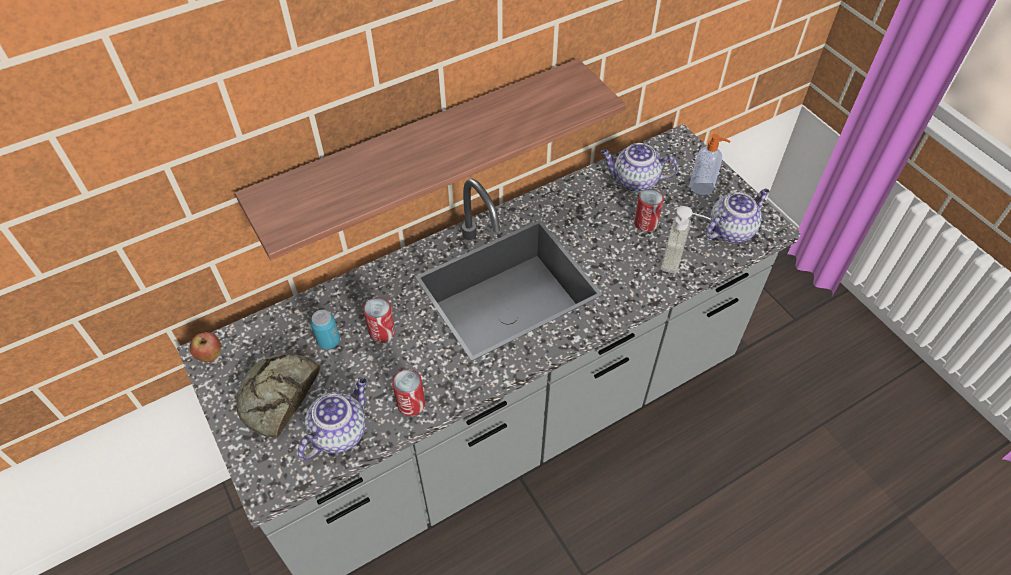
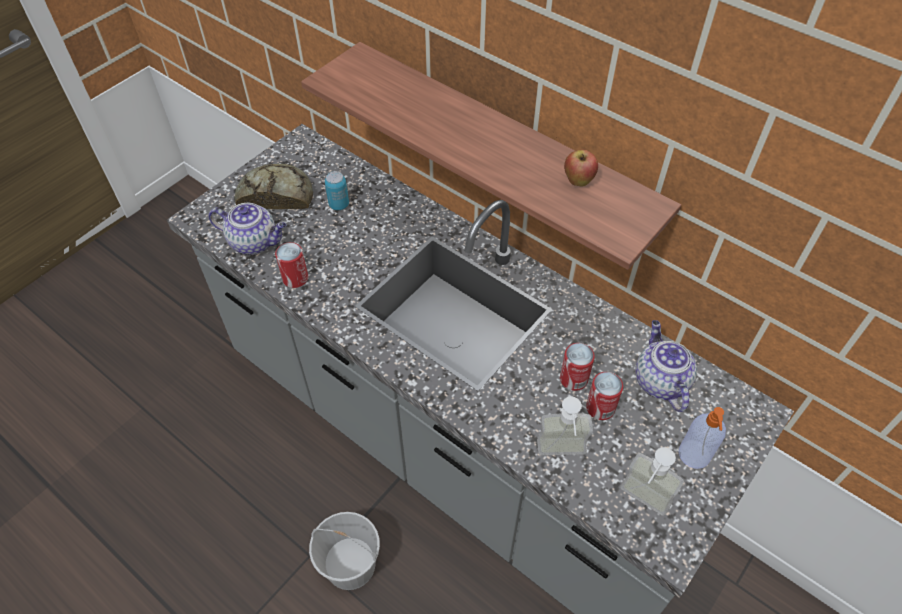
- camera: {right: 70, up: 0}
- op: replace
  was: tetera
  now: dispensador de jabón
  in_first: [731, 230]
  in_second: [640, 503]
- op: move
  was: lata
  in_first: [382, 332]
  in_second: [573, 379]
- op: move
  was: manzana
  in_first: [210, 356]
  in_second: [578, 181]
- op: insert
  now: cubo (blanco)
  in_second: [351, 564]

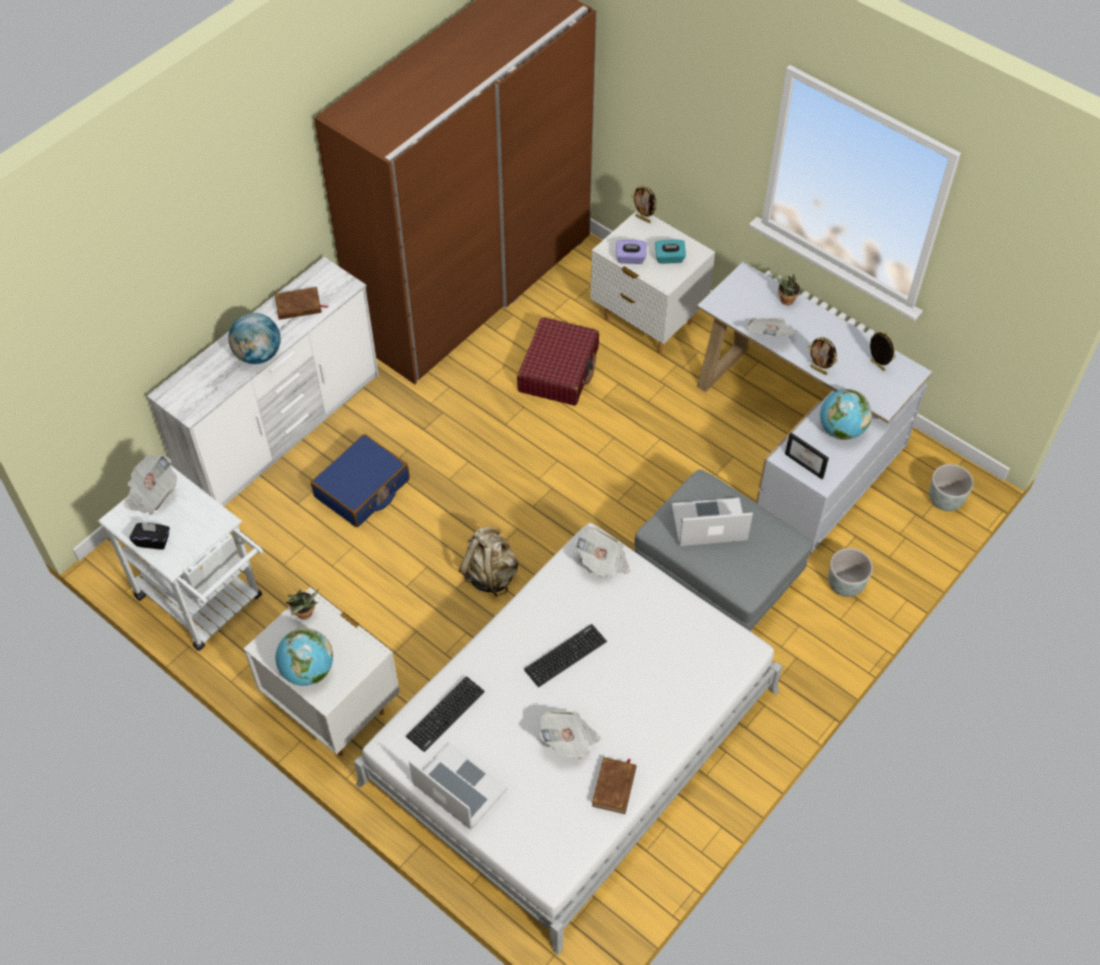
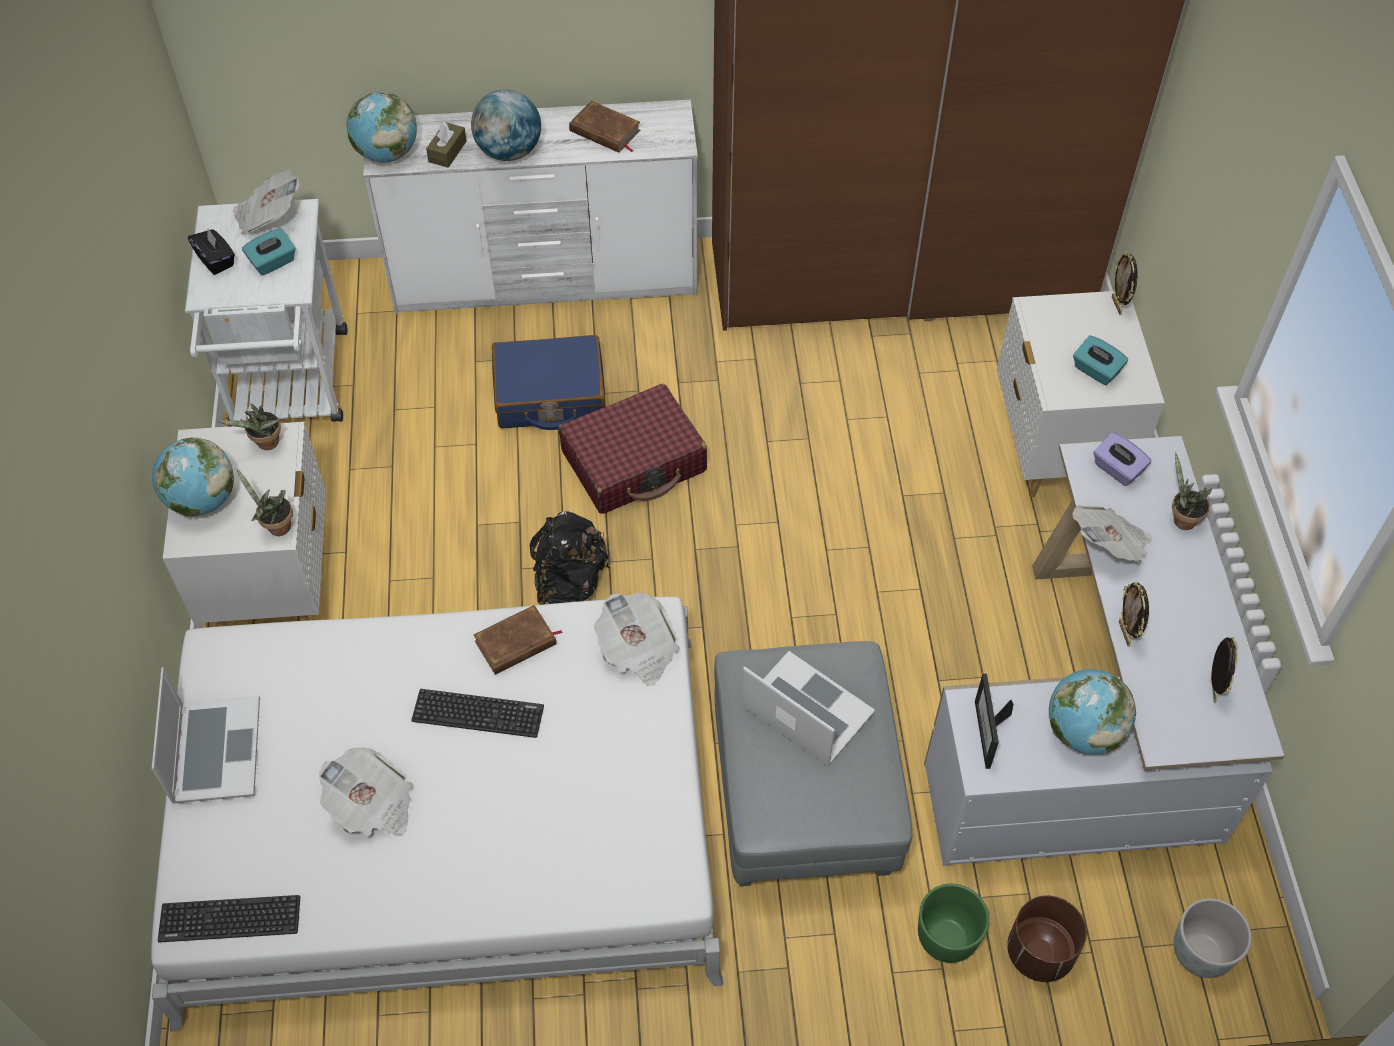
- camera: {right: 45, up: 0}
- op: move
  was: caja de pañuelos (morado)
  in_first: [630, 259]
  in_second: [1117, 469]
- op: move
  was: maleta (rojo)
  in_first: [559, 370]
  in_second: [634, 462]
- op: recolor
  was: mochila (beis)
  now: mochila (negro)
  in_first: [490, 574]
  in_second: [569, 582]
- op: recolor
  was: maceta (gris)
  now: maceta (verde)
  in_first: [846, 585]
  in_second: [947, 939]
- op: move
  was: teclado
  in_first: [445, 714]
  in_second: [230, 919]
- op: move
  was: libro (marrón)
  in_first: [614, 787]
  in_second: [516, 643]
- op: insert
  now: globo terráqueo
  in_second: [387, 153]
- op: insert
  now: caja de pañuelos (marrón)
  in_second: [447, 151]
- op: insert
  now: caja de pañuelos (turquesa)
  in_second: [273, 262]
- op: insert
  now: planta en maceta
  in_second: [276, 527]
- op: insert
  now: maceta (marrón)
  in_second: [1040, 953]

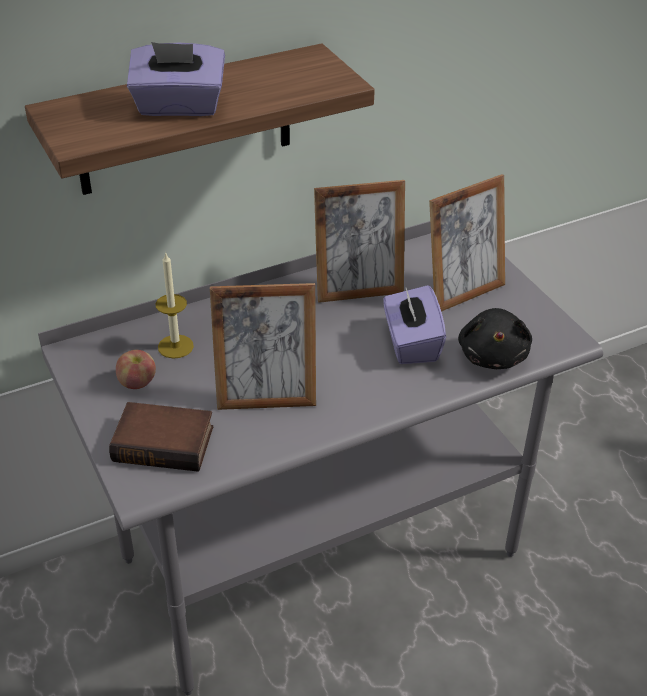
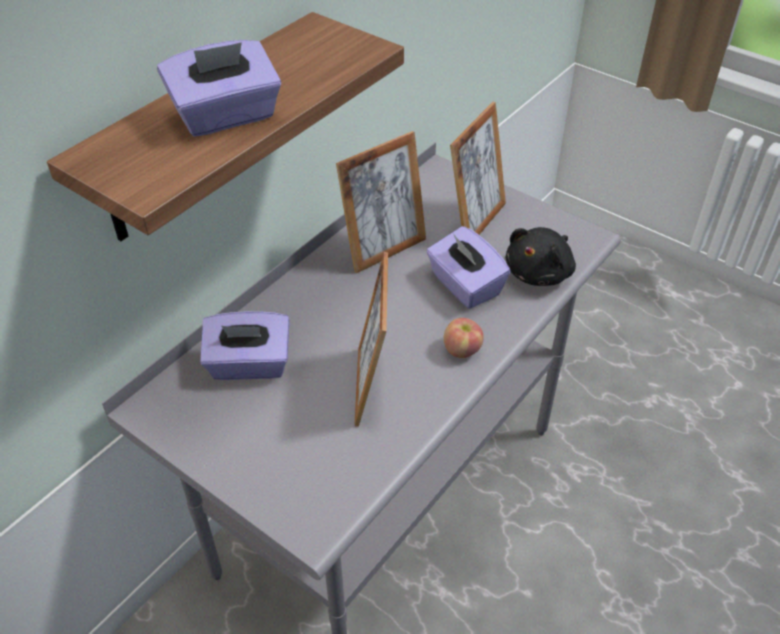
- camera: {right: -25, up: 5}
- op: replace
  was: vela
  now: caja de pañuelos (morado)
  in_first: [175, 346]
  in_second: [249, 365]
- op: rotate
  was: portarretratos
  in_first: [266, 397]
  in_second: [372, 386]
  clockwise: 120
- op: rotate
  was: peluche (negro)
  in_first: [493, 355]
  in_second: [540, 273]
  clockwise: 60
- op: move
  was: manzana
  in_first: [137, 383]
  in_second: [462, 350]
- op: delete
  was: libro
  in_first: [165, 442]

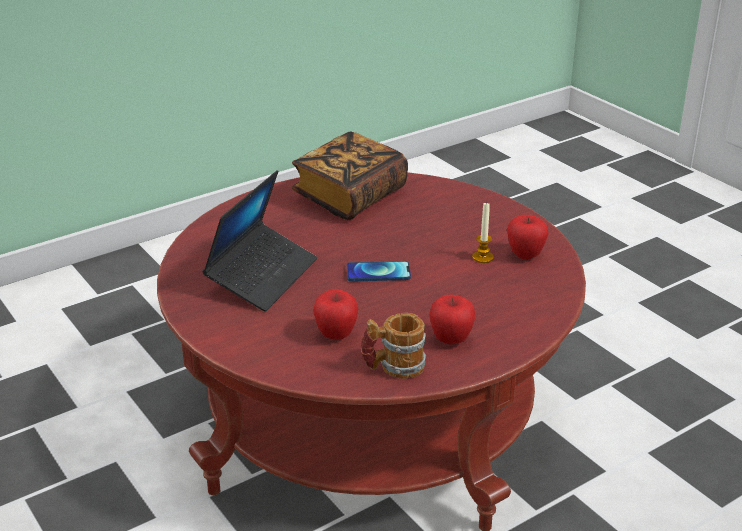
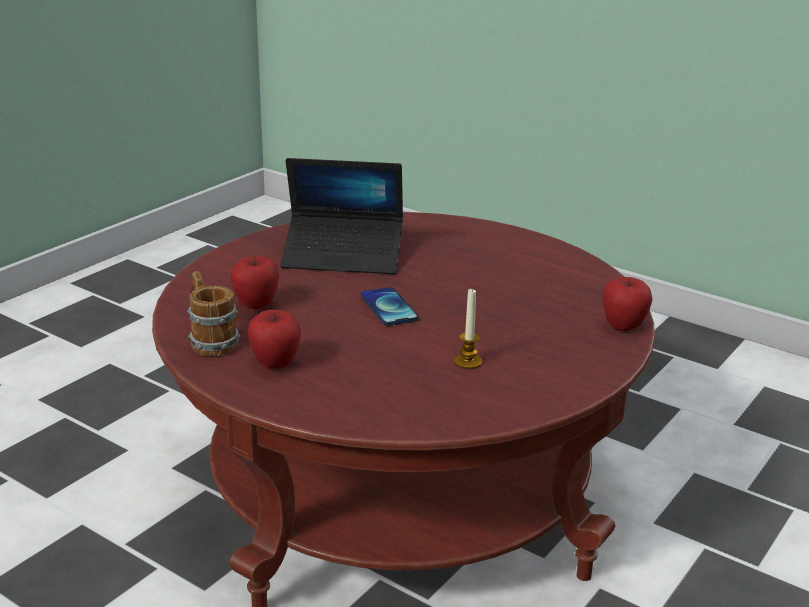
- camera: {right: 70, up: -5}
- op: delete
  was: libro
  in_first: [350, 196]
- op: move
  was: manzana
  in_first: [525, 255]
  in_second: [623, 327]

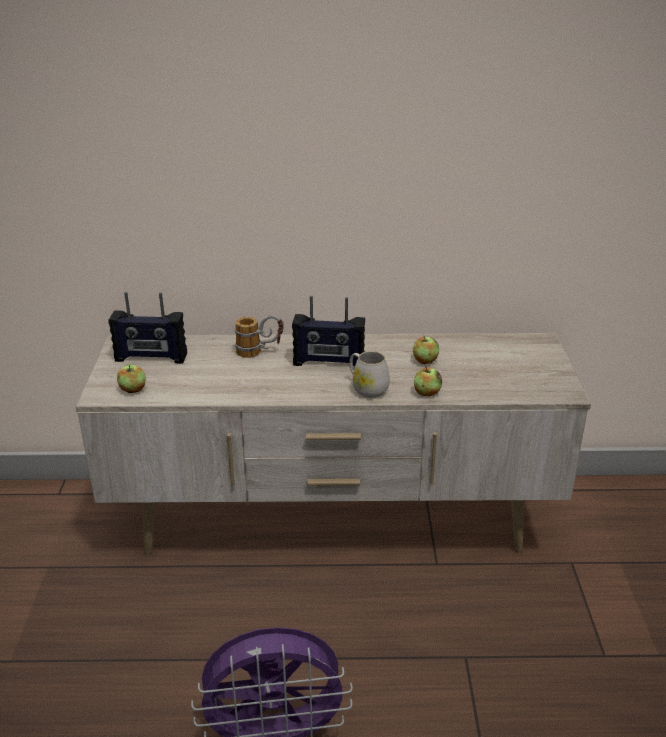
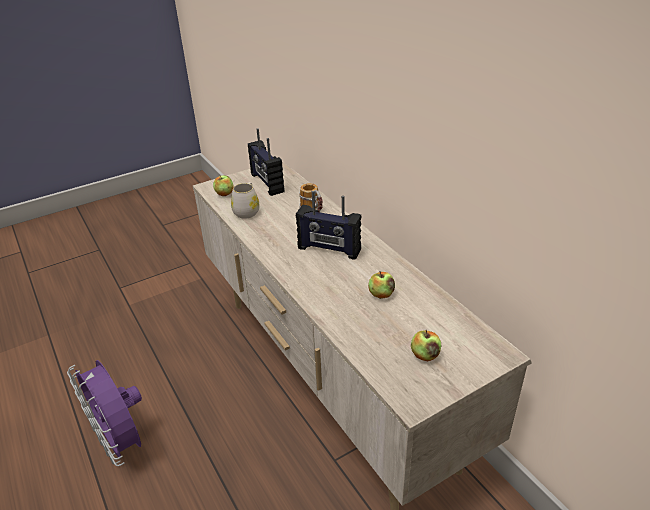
- camera: {right: 60, up: 5}
- op: rotate
  was: radio
  in_first: [329, 363]
  in_second: [329, 249]
  clockwise: -45
- op: move
  was: taza grande (blanco)
  in_first: [367, 388]
  in_second: [247, 211]
- op: move
  was: manzana
  in_first: [427, 392]
  in_second: [425, 355]

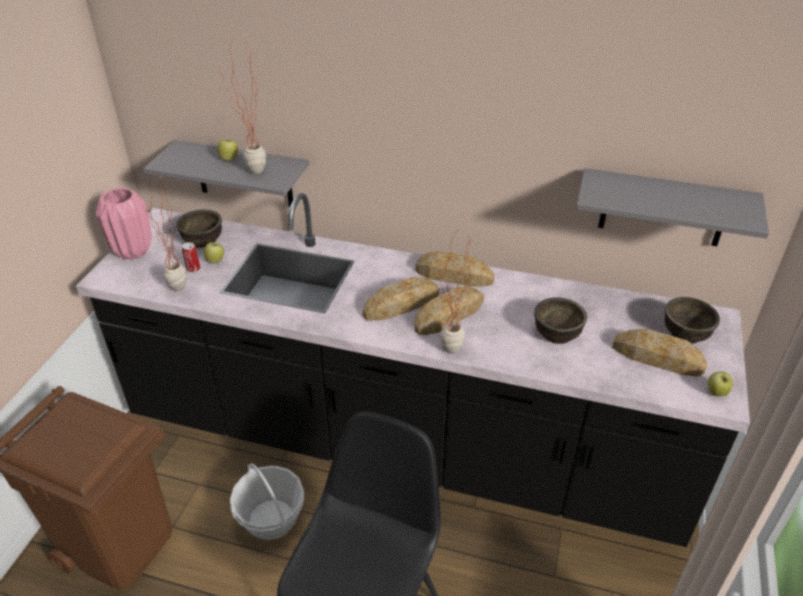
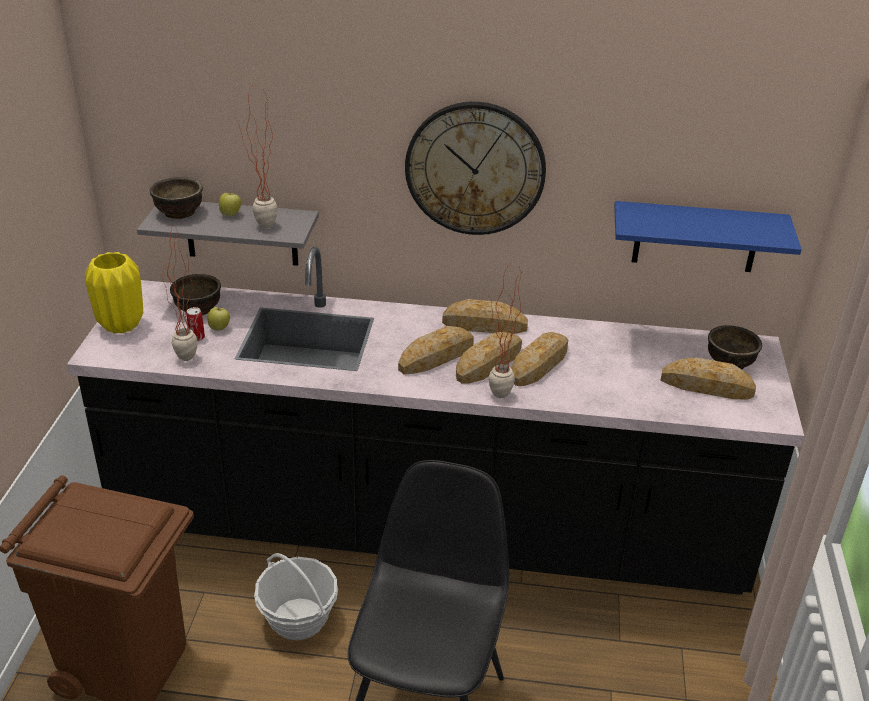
- camera: {right: -10, up: -5}
- op: recolor
  was: estante (gris)
  now: estante (azul)
  in_first: [663, 208]
  in_second: [696, 237]
- op: recolor
  was: florero (rosa)
  now: florero (amarillo)
  in_first: [133, 251]
  in_second: [121, 324]
- op: move
  was: cuenco (marrón)
  in_first: [557, 334]
  in_second: [179, 212]
- op: delete
  was: manzana
  in_first: [716, 393]
- op: insert
  now: reloj de pared
  in_second: [475, 168]
- op: insert
  now: pan
  in_second: [540, 364]

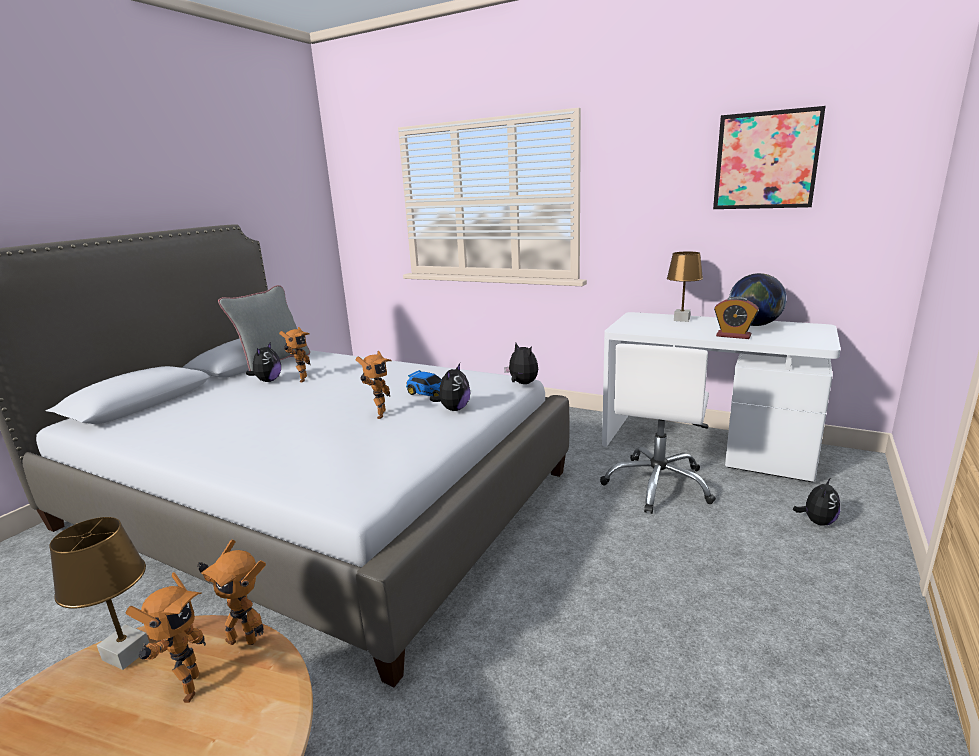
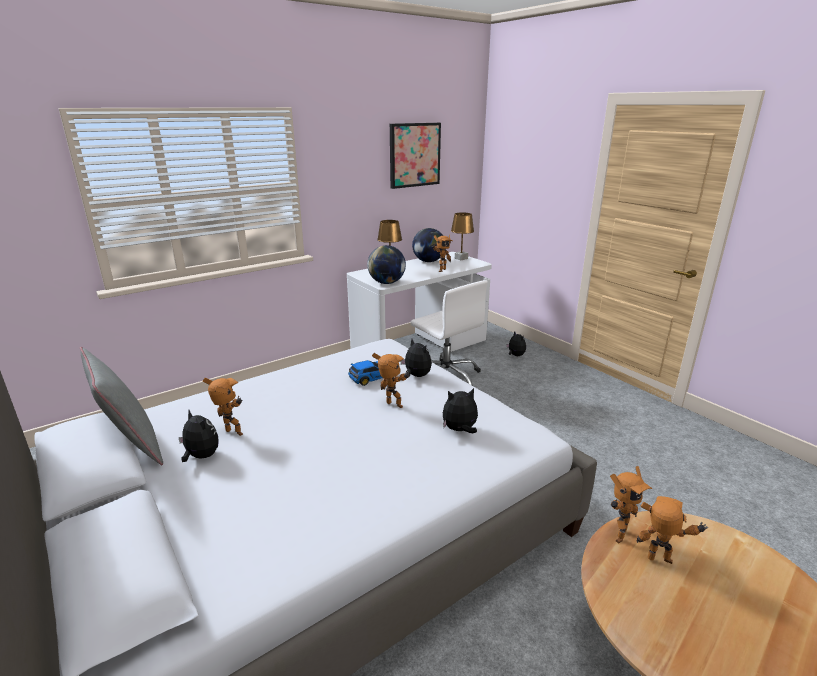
- camera: {right: -65, up: 5}
- op: replace
  was: despertador
  now: robot de juguete
  in_first: [733, 335]
  in_second: [440, 270]
- op: move
  was: peluche
  in_first: [522, 384]
  in_second: [460, 430]
- op: move
  was: lámpara de mesa (marrón)
  in_first: [125, 654]
  in_second: [461, 258]
- op: insert
  now: globo terráqueo
  in_second: [387, 283]

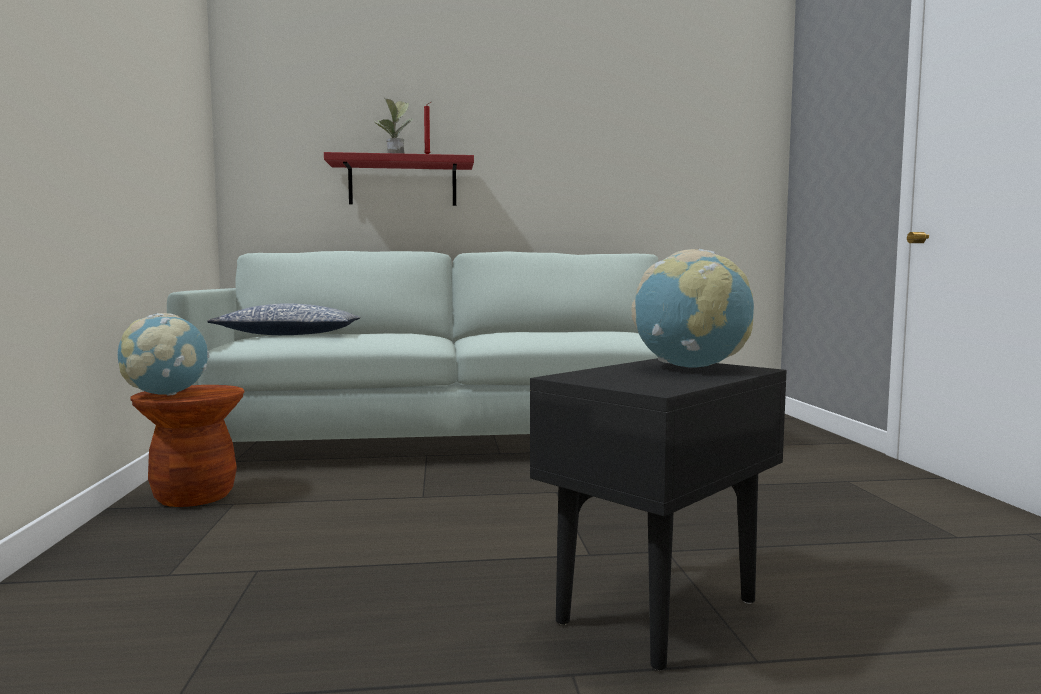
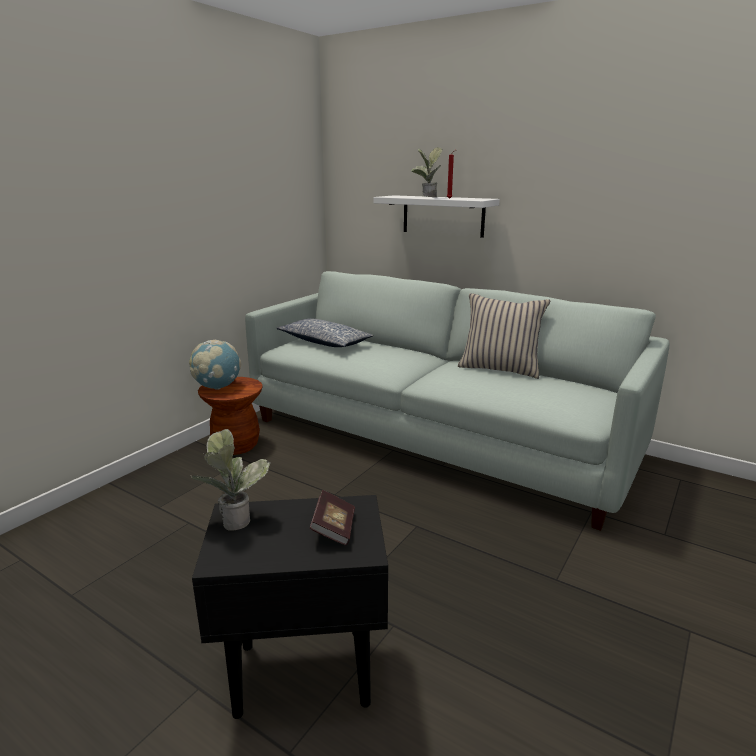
- camera: {right: 40, up: 15}
- op: recolor
  was: estante (rojo)
  now: estante (blanco)
  in_first: [402, 183]
  in_second: [443, 216]
- op: replace
  was: globo terráqueo
  now: libro
  in_first: [690, 367]
  in_second: [334, 528]
- op: insert
  now: cojín (beis)
  in_second: [499, 369]
- op: insert
  now: planta en maceta
  in_second: [234, 518]

